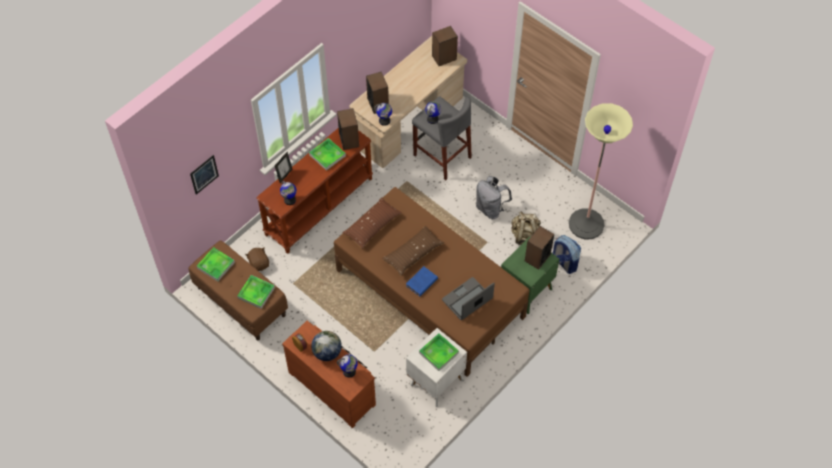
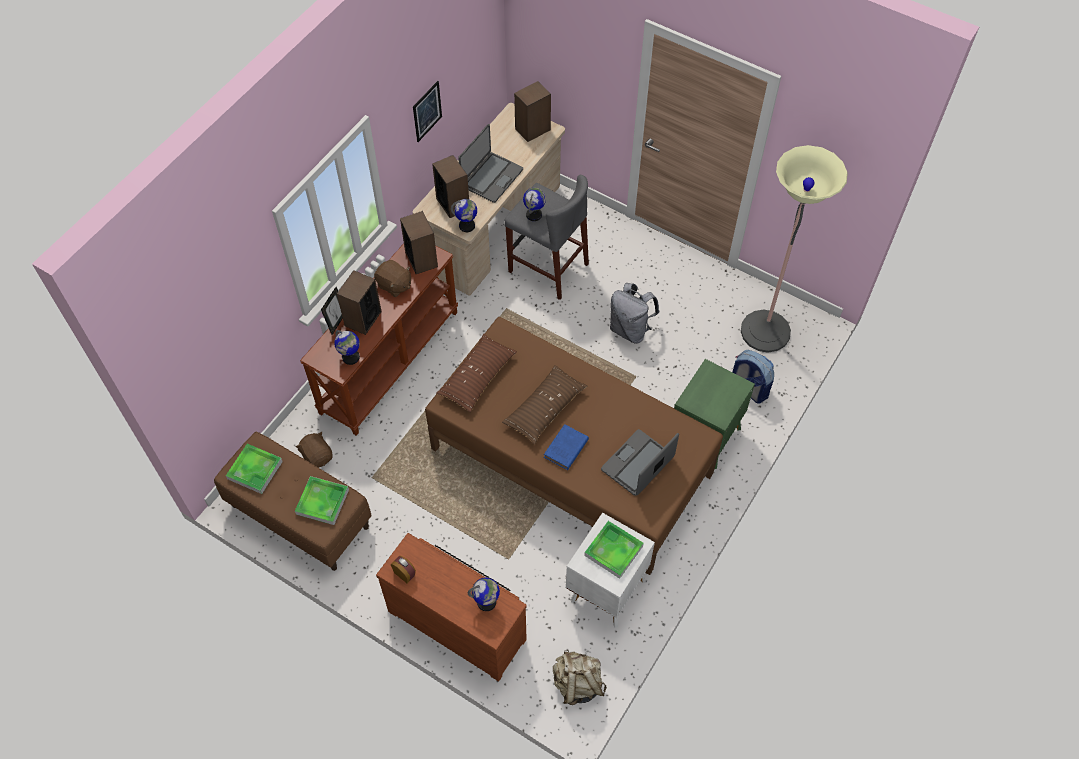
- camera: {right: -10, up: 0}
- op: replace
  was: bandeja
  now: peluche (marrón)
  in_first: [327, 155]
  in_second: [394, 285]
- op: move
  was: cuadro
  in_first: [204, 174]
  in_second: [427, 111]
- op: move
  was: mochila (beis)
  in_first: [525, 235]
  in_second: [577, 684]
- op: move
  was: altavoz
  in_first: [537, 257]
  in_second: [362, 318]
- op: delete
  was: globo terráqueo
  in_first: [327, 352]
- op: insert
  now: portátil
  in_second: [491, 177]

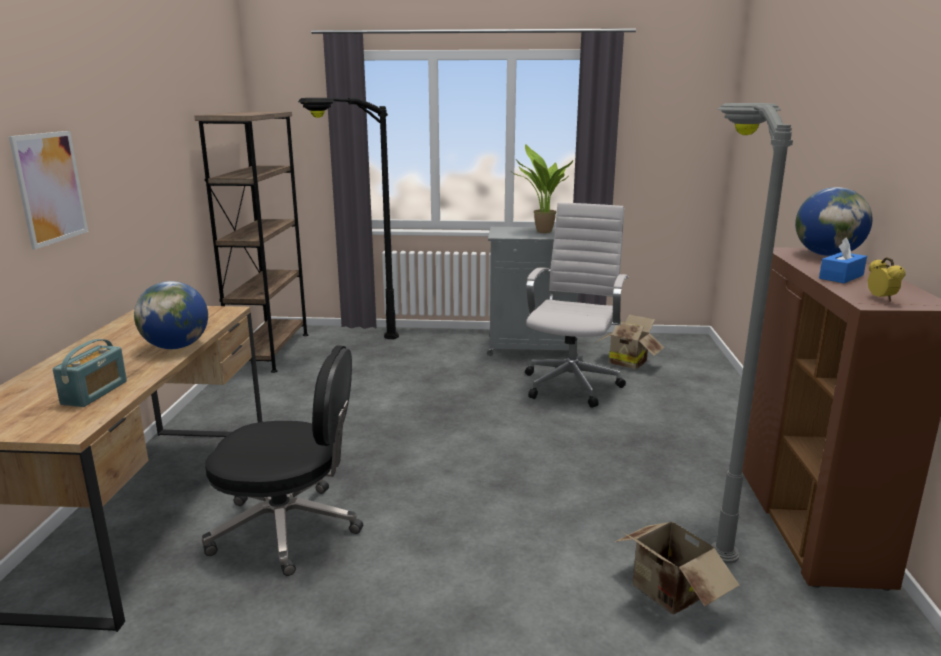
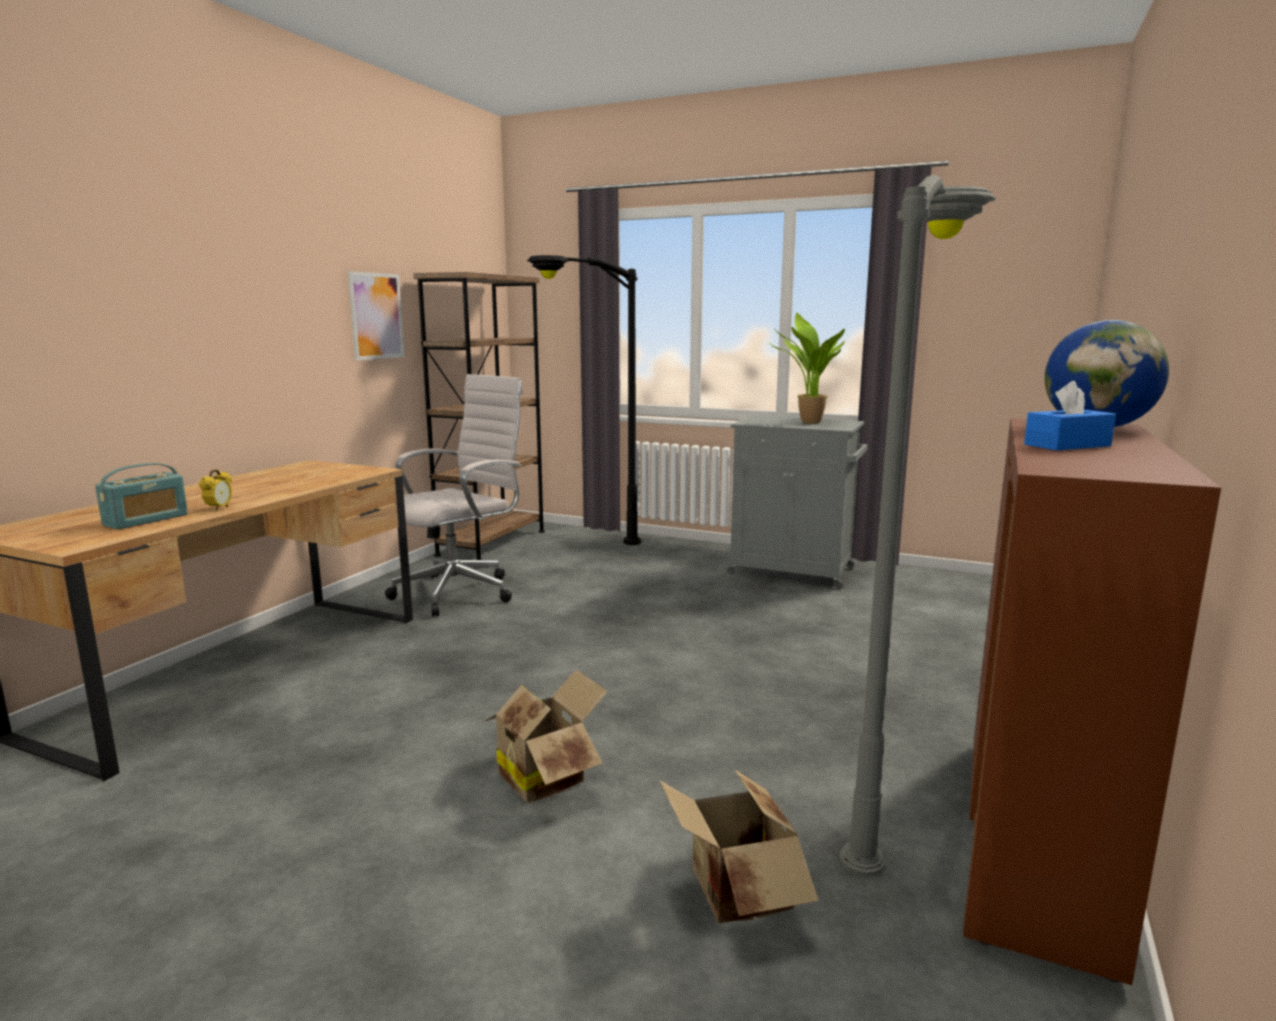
- camera: {right: 20, up: -5}
- op: move
  was: cuadro
  in_first: [50, 188]
  in_second: [376, 316]
- op: move
  was: silla de oficina (blanco)
  in_first: [572, 384]
  in_second: [460, 591]
- op: move
  was: despertador
  in_first: [880, 299]
  in_second: [219, 509]
- op: delete
  was: globo terráqueo
  in_first: [176, 347]
- op: move
  was: caja de cartón
  in_first: [628, 362]
  in_second: [546, 776]
- op: delete
  was: silla de oficina (negro)
  in_first: [288, 528]

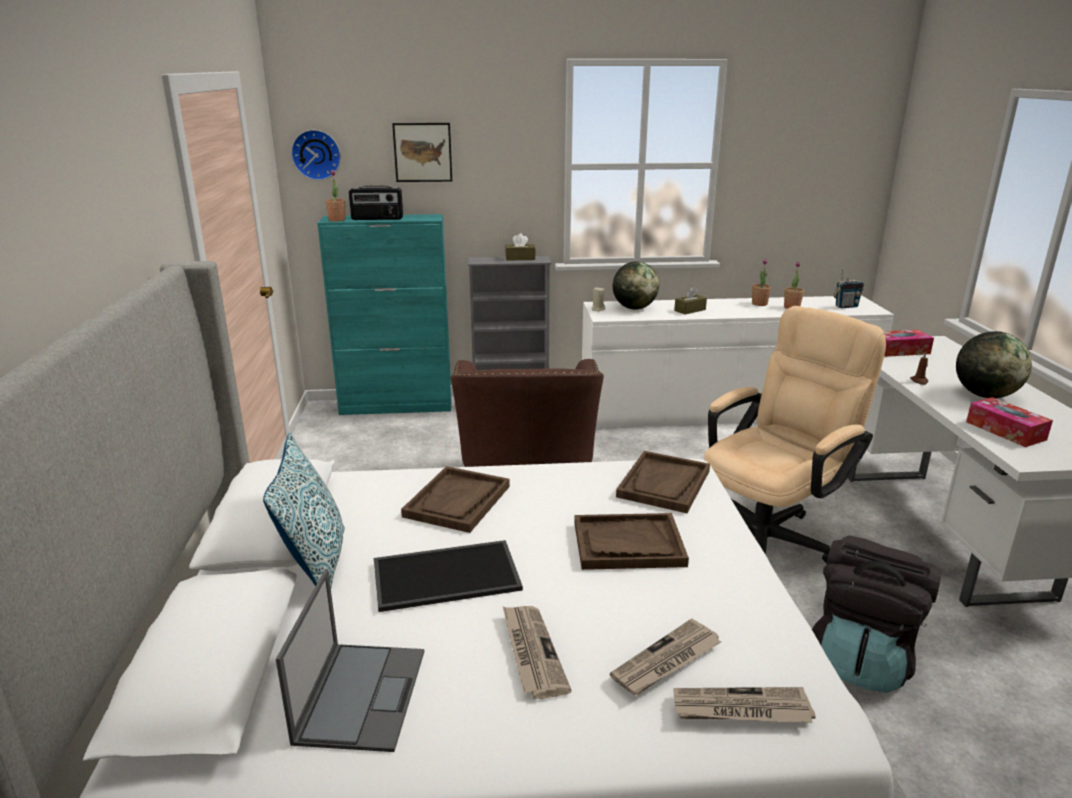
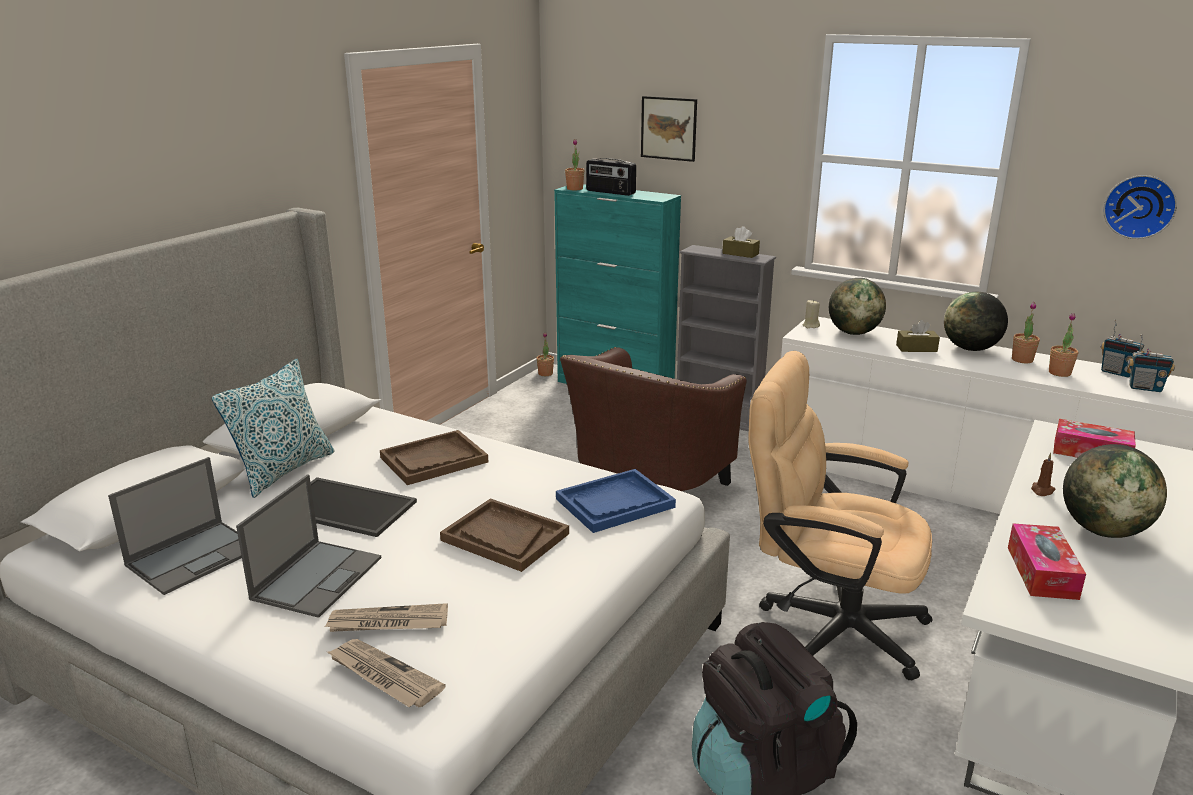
- camera: {right: 35, up: 0}
- op: move
  was: reloj de pared
  in_first: [316, 154]
  in_second: [1139, 206]
- op: rotate
  was: silla de oficina (beis)
  in_first: [770, 535]
  in_second: [827, 624]
  clockwise: -150
- op: recolor
  was: bandeja (marrón)
  now: bandeja (azul)
  in_first: [664, 484]
  in_second: [615, 503]
- op: replace
  was: periódico
  now: portátil
  in_first: [532, 652]
  in_second: [317, 577]
- op: insert
  now: globo terráqueo
  in_second: [970, 349]
- op: insert
  now: radio
  in_second: [1117, 373]
- op: insert
  now: planta en maceta
  in_second: [545, 373]

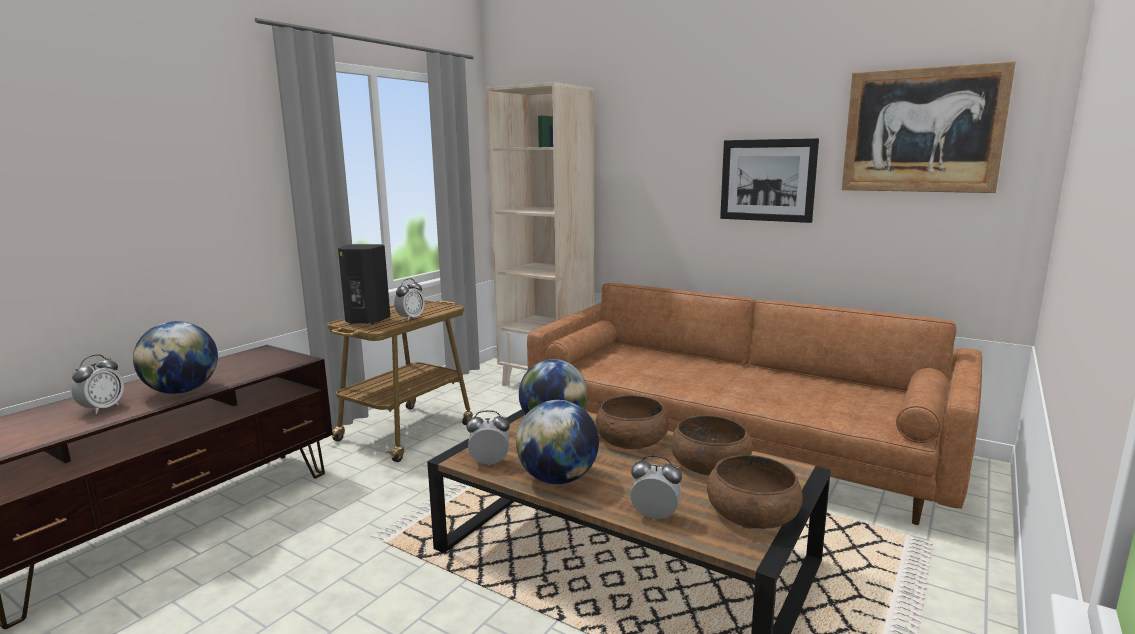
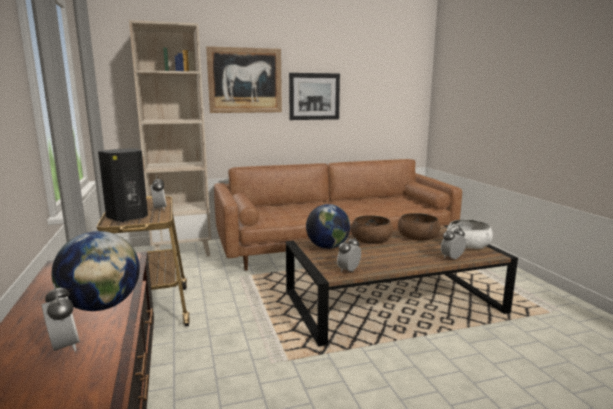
- camera: {right: -50, up: 0}
- op: move
  was: cuadro
  in_first: [922, 131]
  in_second: [245, 80]
- op: delete
  was: globo terráqueo
  in_first: [558, 479]
- op: recolor
  was: cuenco (marrón)
  now: cuenco (blanco)
  in_first: [752, 512]
  in_second: [468, 244]

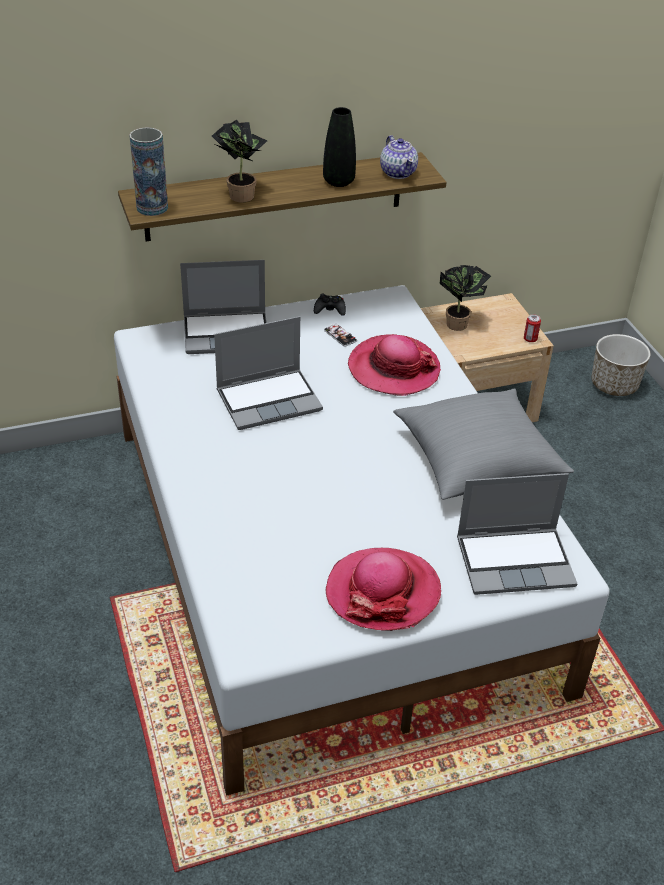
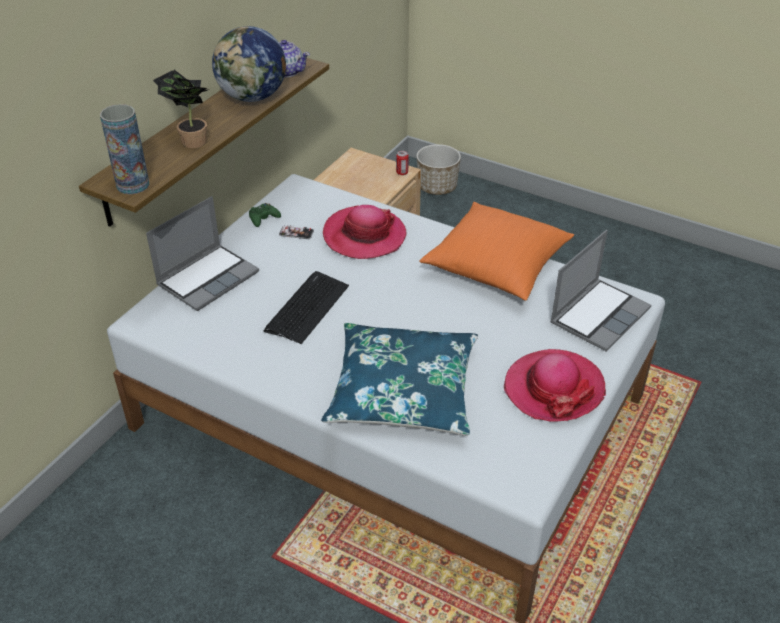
- camera: {right: -40, up: 0}
- op: replace
  was: florero (negro)
  now: globo terráqueo
  in_first: [338, 182]
  in_second: [253, 97]
- op: delete
  was: planta en maceta
  in_first: [458, 323]
- op: recolor
  was: mando de consola (negro)
  now: mando de consola (verde)
  in_first: [330, 309]
  in_second: [263, 218]
- op: replace
  was: portátil
  now: teclado
  in_first: [269, 400]
  in_second: [307, 308]
- op: recolor
  was: cojín (gris)
  now: cojín (naranja)
  in_first: [477, 460]
  in_second: [496, 265]
- op: insert
  now: cojín (azul)
  in_second: [402, 391]

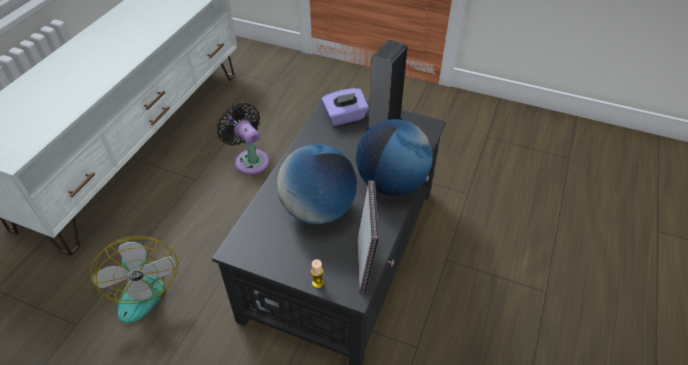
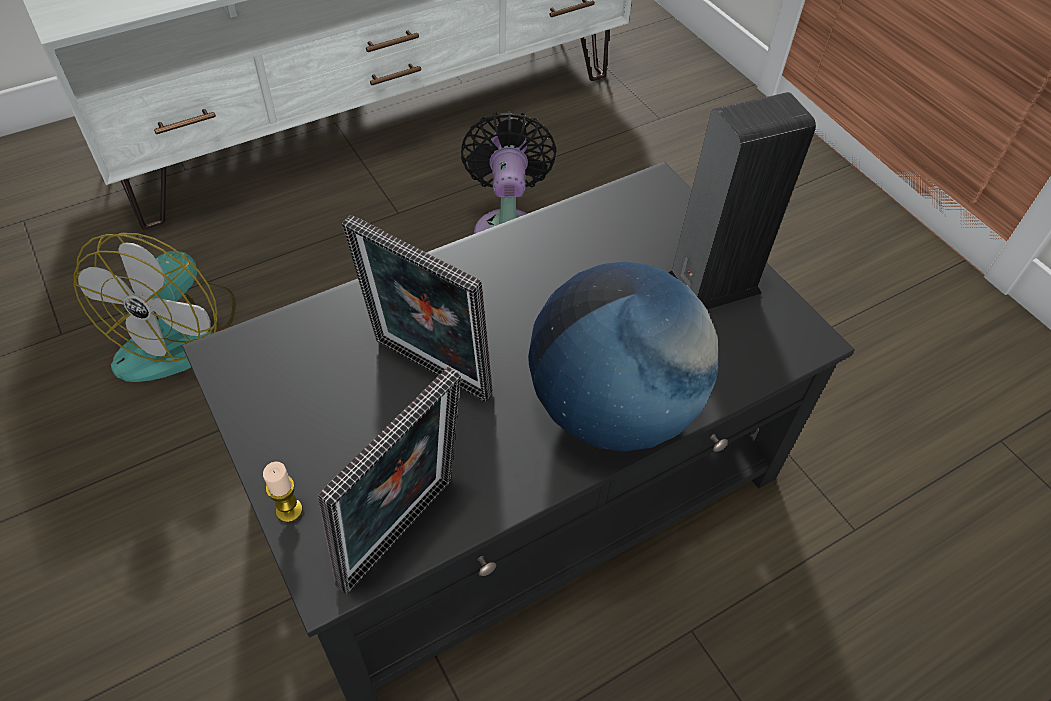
- camera: {right: 35, up: 5}
- op: delete
  was: caja de pañuelos (morado)
  in_first: [345, 117]
- op: replace
  was: globo terráqueo
  now: portarretratos
  in_first: [318, 209]
  in_second: [427, 373]

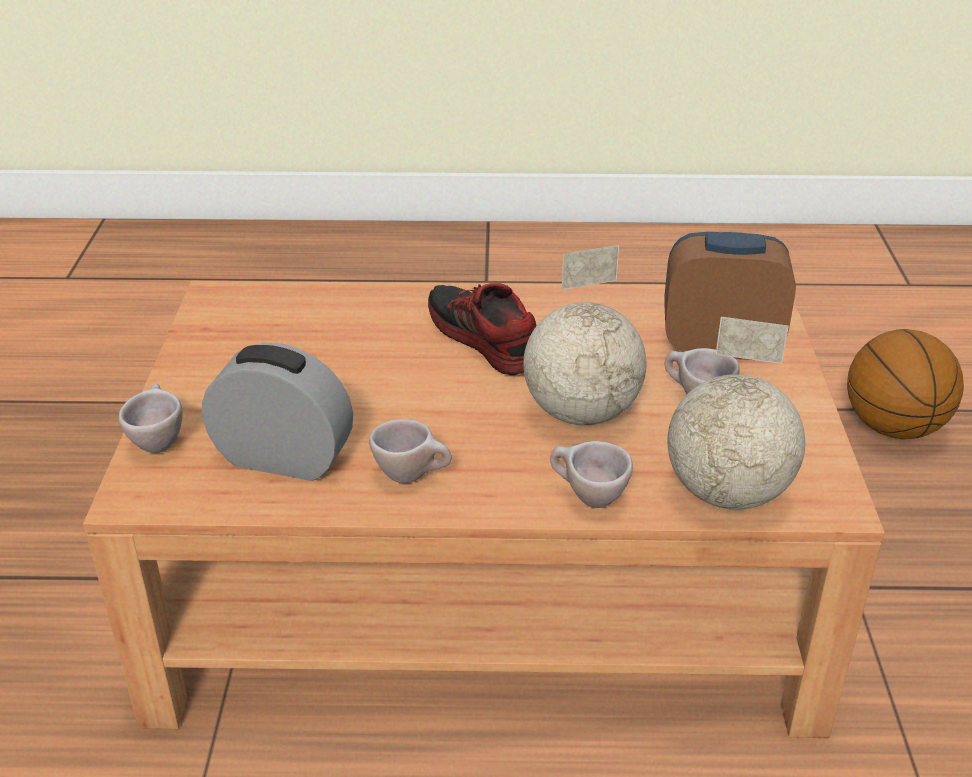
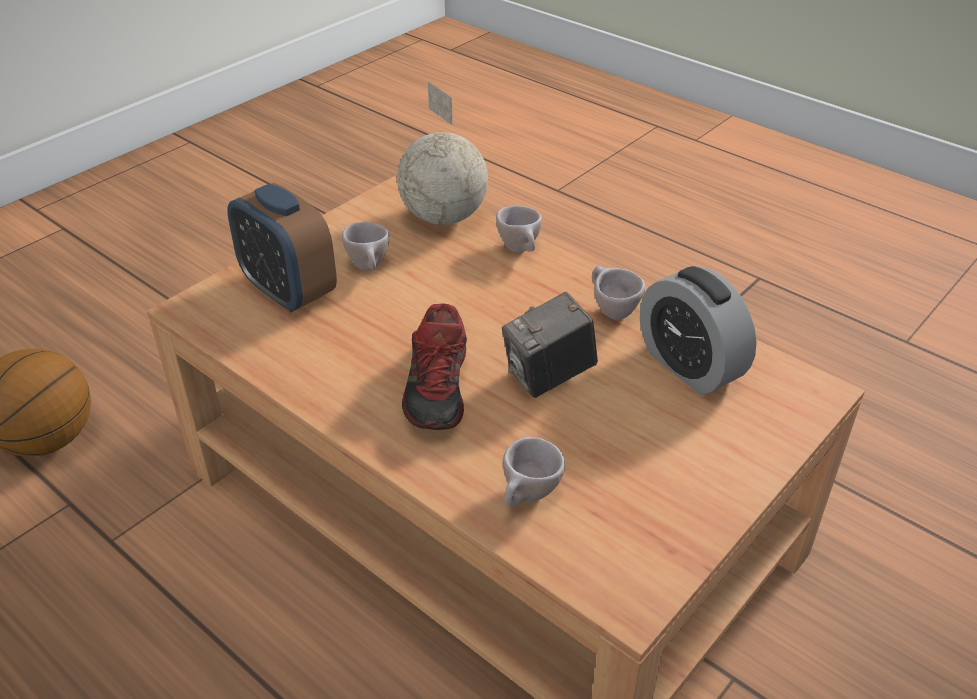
- camera: {right: -140, up: 5}
- op: delete
  was: globo terráqueo
  in_first: [580, 413]
- op: move
  was: taza (beis)
  in_first: [157, 441]
  in_second: [528, 498]
- op: insert
  now: cámara
  in_second: [549, 377]

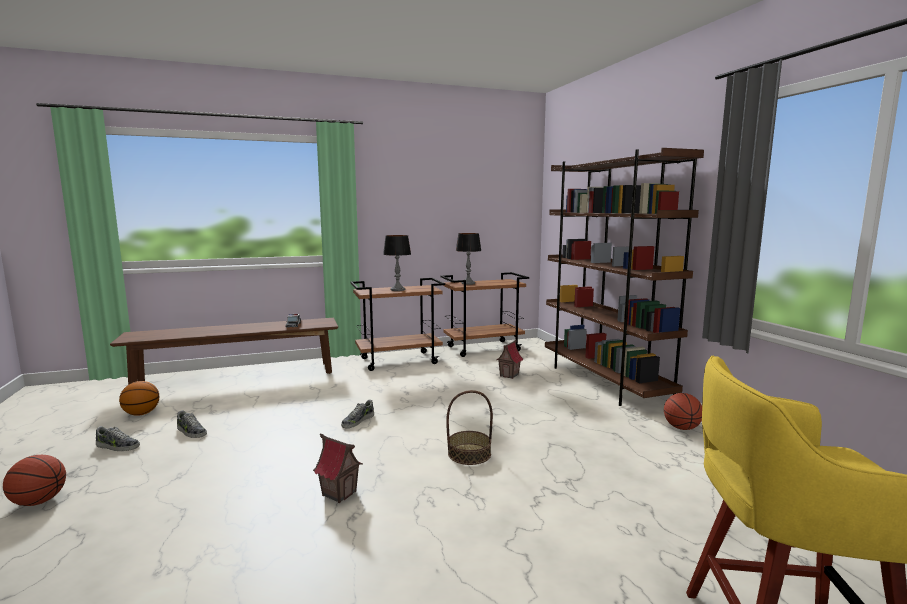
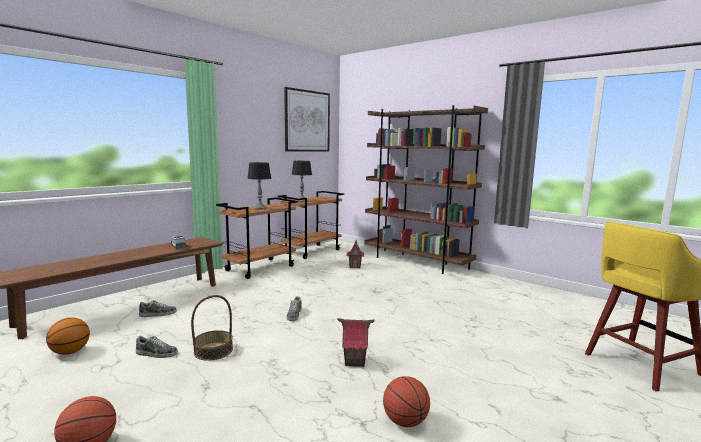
- camera: {right: -30, up: 0}
- op: move
  was: cesta
  in_first: [469, 454]
  in_second: [213, 350]
- op: move
  was: balón de baloncesto
  in_first: [682, 428]
  in_second: [405, 422]
- op: move
  was: zapato
  in_first: [117, 446]
  in_second: [158, 314]
- op: insert
  now: cuadro
  in_second: [307, 121]

